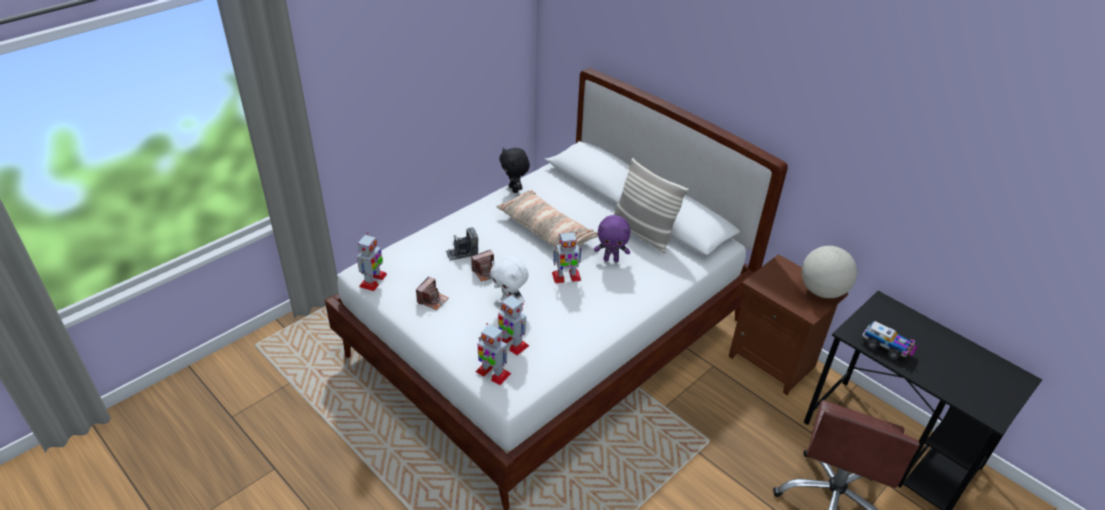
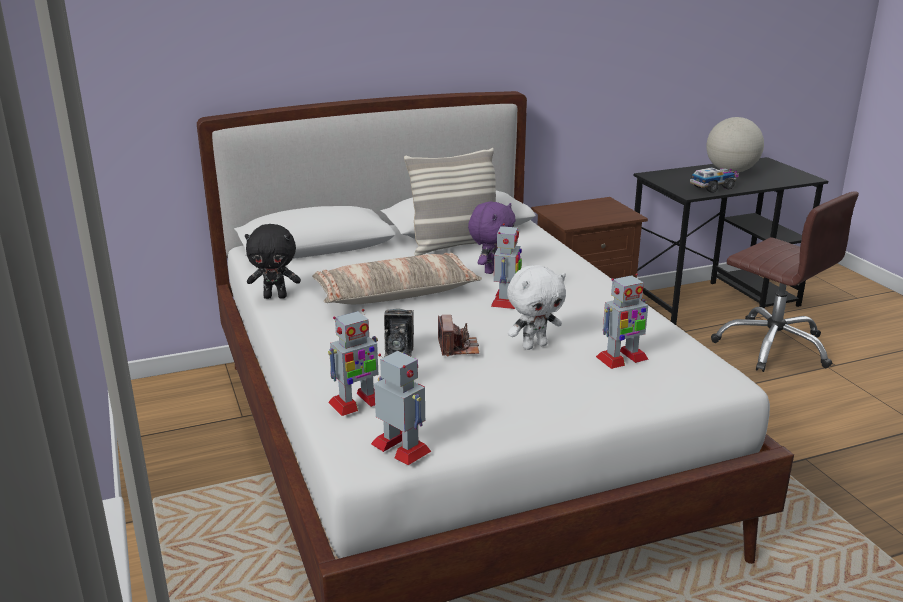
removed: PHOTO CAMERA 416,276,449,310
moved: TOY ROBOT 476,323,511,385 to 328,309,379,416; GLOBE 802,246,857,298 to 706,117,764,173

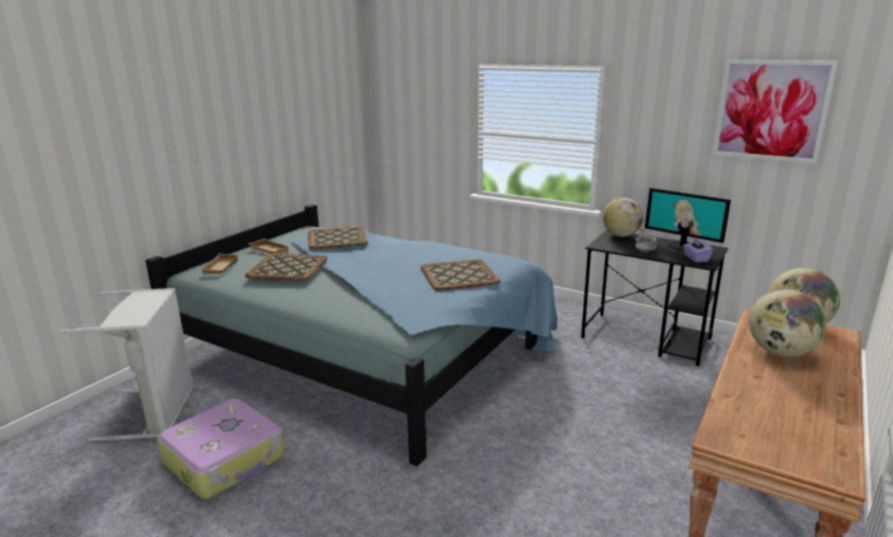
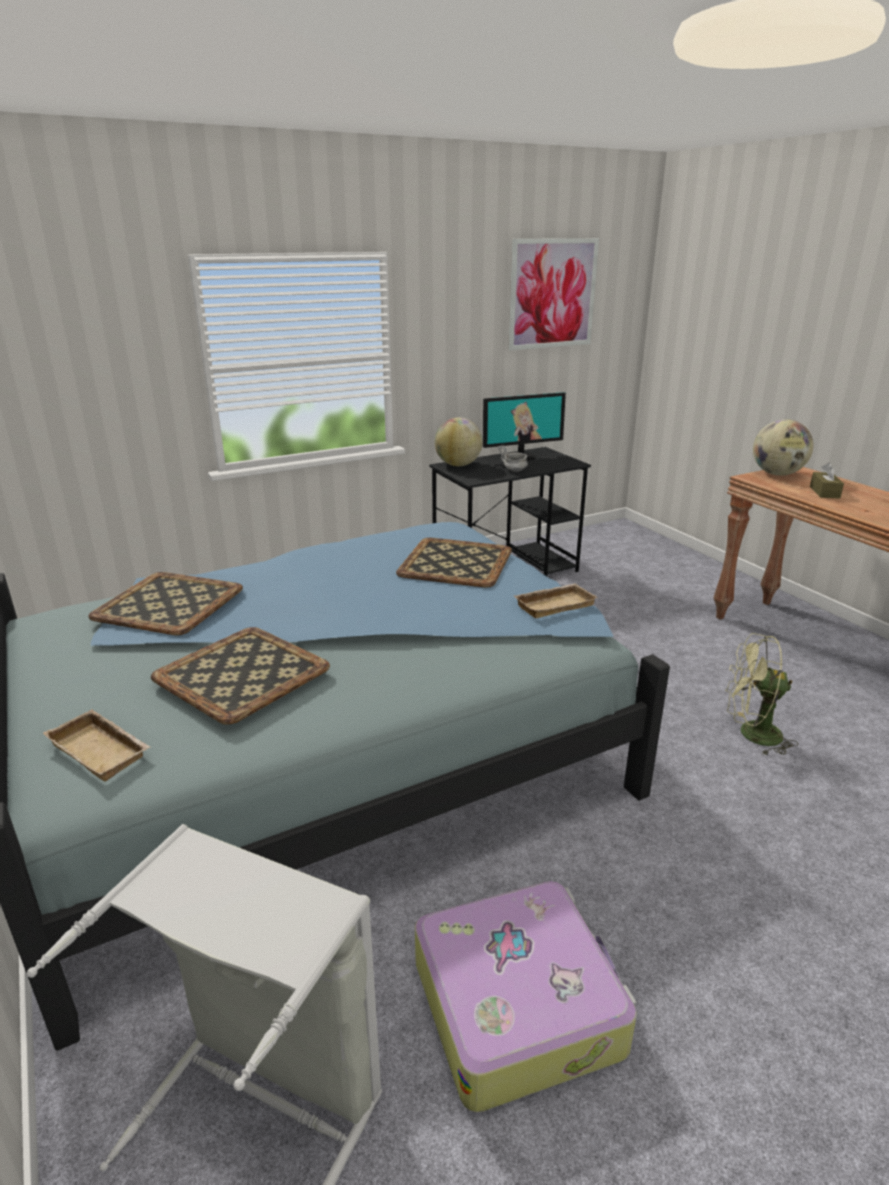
removed: PURPLE TISSUE BOX 683,238,713,263
added: GREEN FAN 726,633,798,756
moved: BEIGE TRAY 248,239,290,254 to 514,584,598,618
replaced: GLOBE 749,289,826,357 to BROWN TISSUE BOX 810,462,844,499

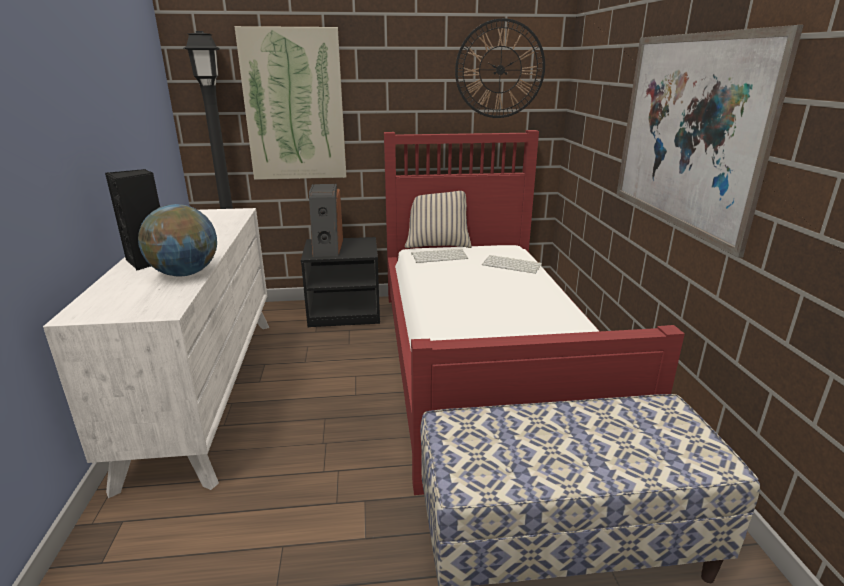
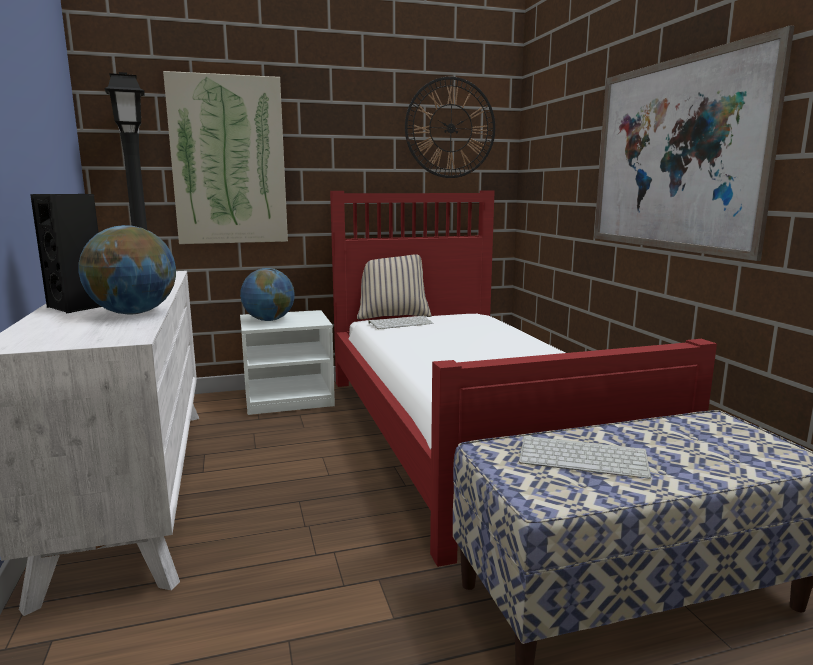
moved: KEYBOARD 482,255,542,274 to 519,435,651,479
replaced: SPEAKER 309,184,343,257 to GLOBE 240,268,295,321
recoloured: BLACK NIGHTSTAND 301,237,380,327 to WHITE NIGHTSTAND 240,310,335,415

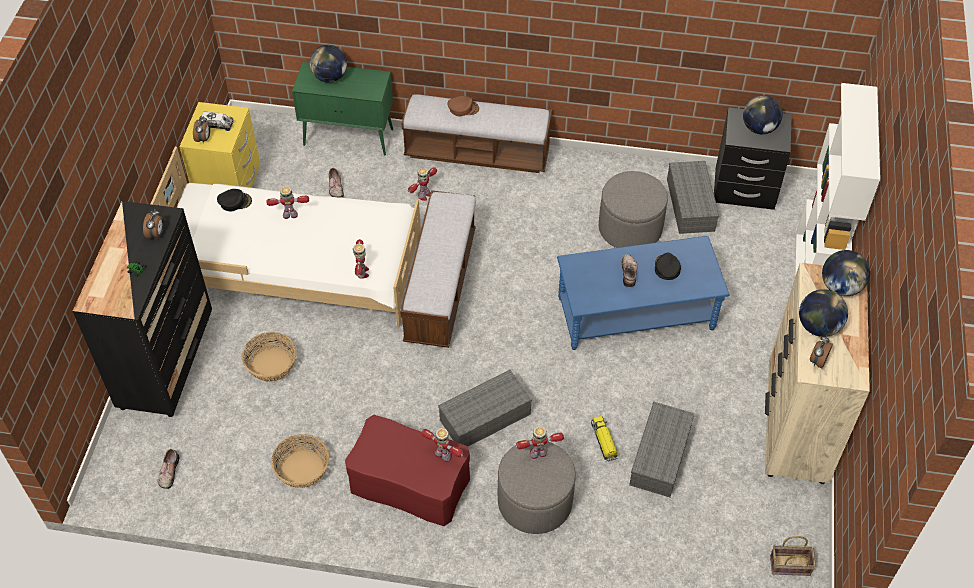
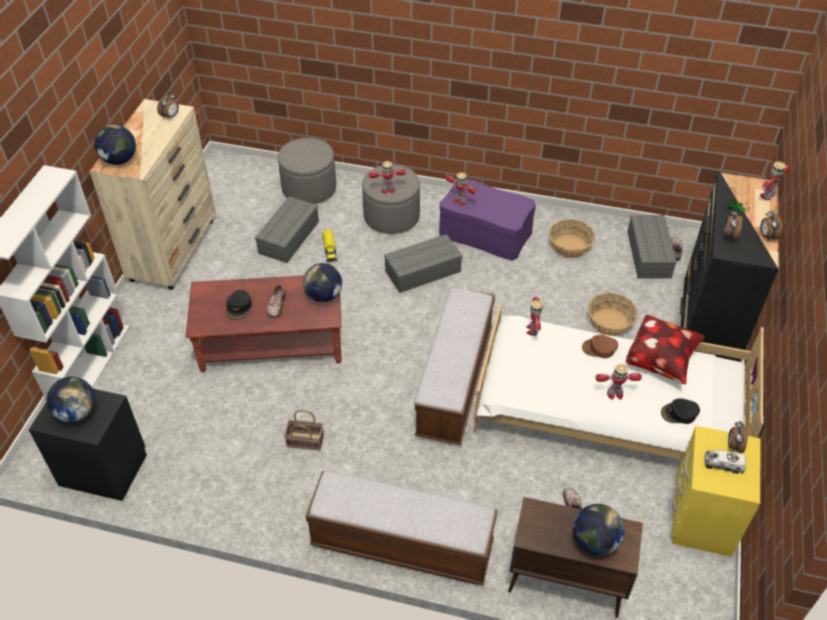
added: PILLOW 626,315,705,385; ALARM CLOCK 760,210,782,241
moved: TOY ROBOT 408,167,437,201 to 760,161,790,200; BROWN CAP 448,96,479,116 to 582,335,618,358; GREY OTTOMAN 599,171,668,248 to 278,138,336,204; GREY STORAGE BOX 667,161,719,234 to 628,215,677,279; BASKET 770,536,816,576 to 284,409,324,451; GLOBE 799,289,848,337 to 303,263,342,302
recoloured: GREEN CABINET 292,62,393,155 to BROWN CABINET 508,497,643,618; RED OTTOMAN 345,415,470,526 to PURPLE OTTOMAN 439,179,536,261; BLUE COFFEE TABLE 557,236,730,350 to BROWN COFFEE TABLE 186,275,342,372

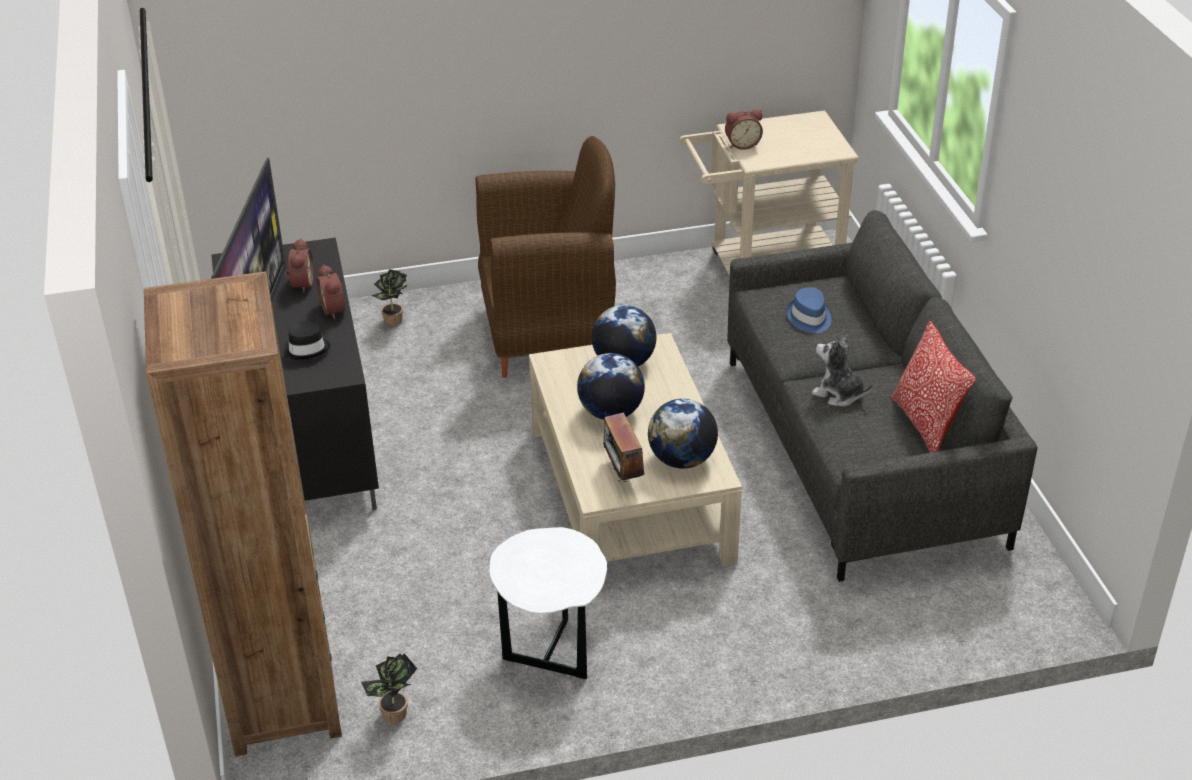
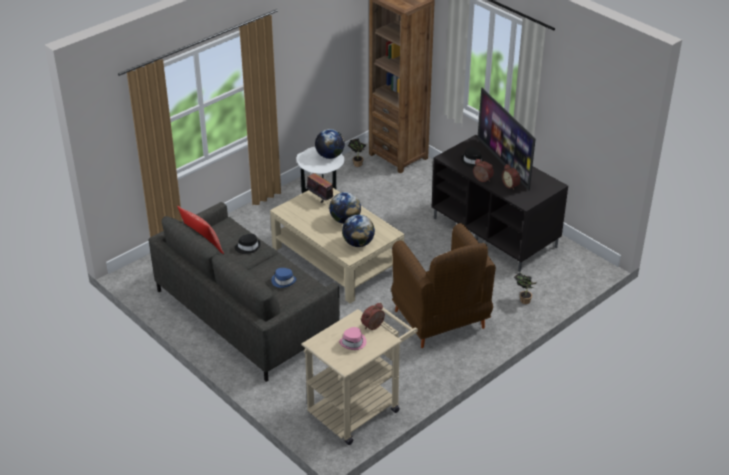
added: PINK HAT 339,327,366,350
moved: GLOBE 648,398,718,469 to 315,129,345,159
replaced: PLUSH TOY 812,335,873,407 to BLACK HAT 235,234,261,254
turned: BROWN ARMCHAIR 475,136,616,378 = 391,223,496,348 75 degrees counterclockwise

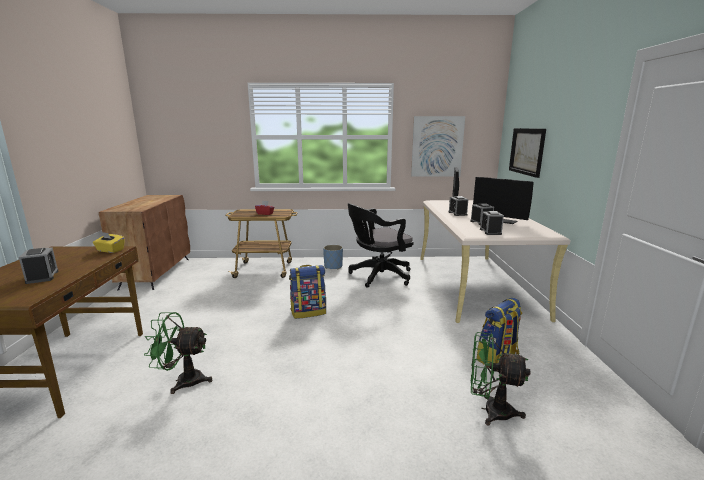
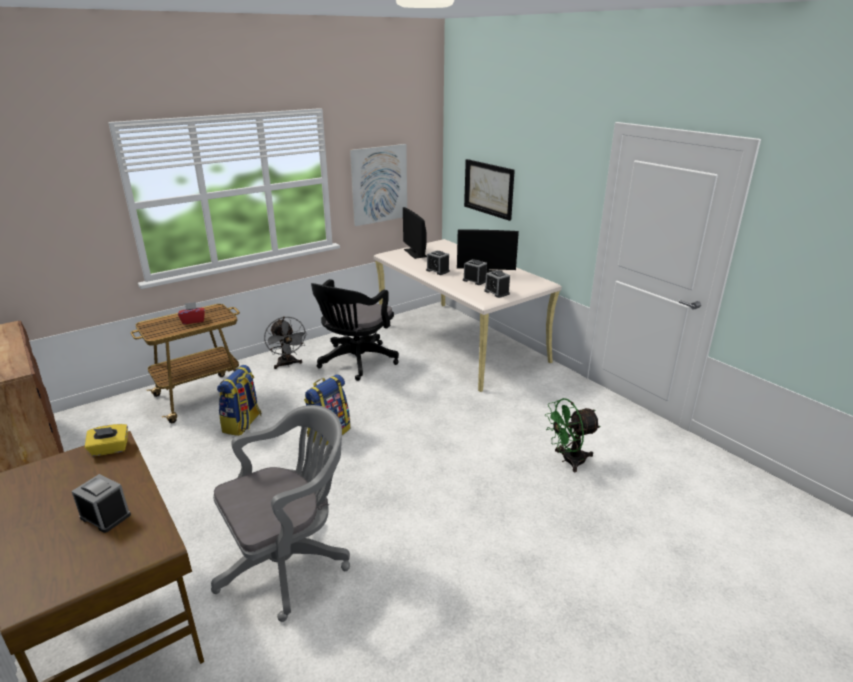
moved: BACKPACK 477,298,522,365 to 217,365,262,436
replaced: GREEN FAN 144,312,212,394 to GREY OFFICE CHAIR 211,405,350,622; BLUE PLANTER 323,245,343,269 to GREY FAN 264,317,307,369

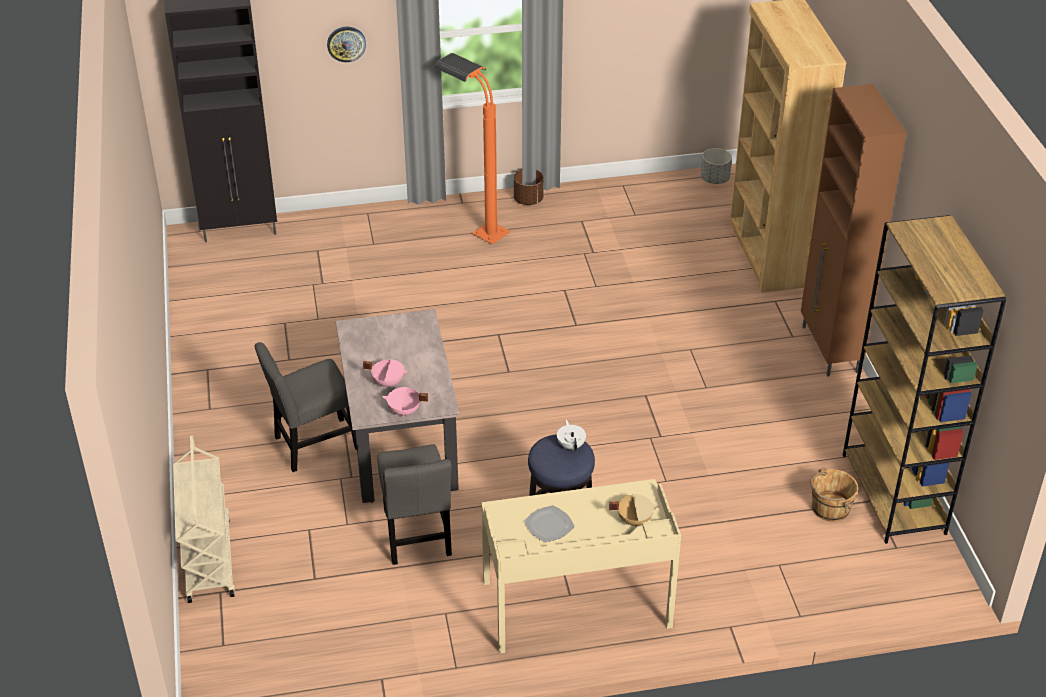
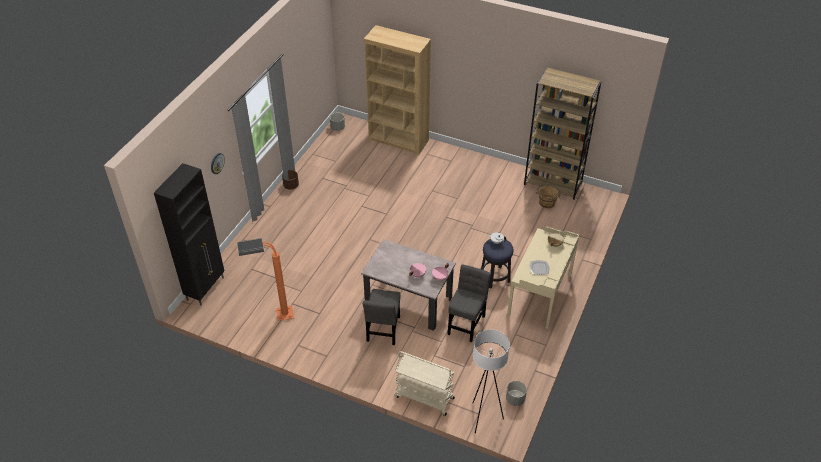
removed: BROWN CABINET 801,84,906,377
added: WHITE FLOOR LAMP 473,329,510,433; GREY PLANTER 506,381,527,406
moved: ORANGE FLOOR LAMP 435,53,511,244 to 237,238,294,321
turned: GREY CHAIR 377,444,452,565 = 447,264,491,342 90 degrees counterclockwise

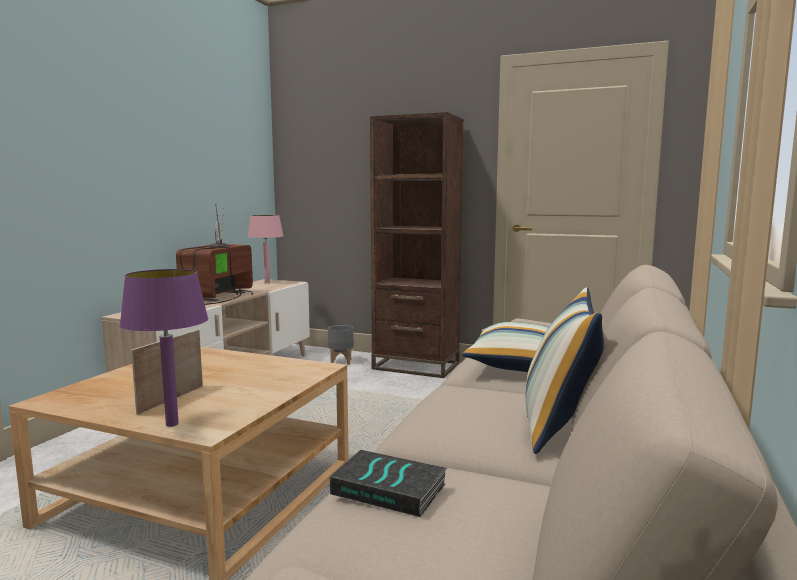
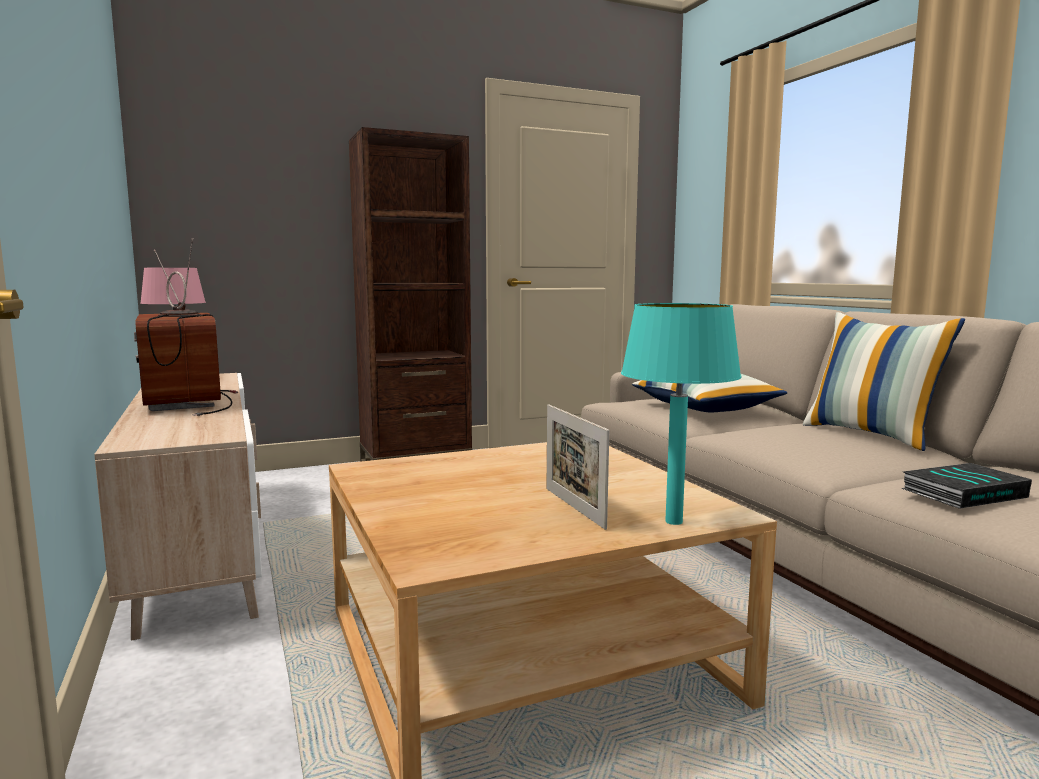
removed: GREY PLANTER 328,325,354,365
recoloured: PURPLE TABLE LAMP 119,269,209,427 to TURQUOISE TABLE LAMP 621,303,742,525

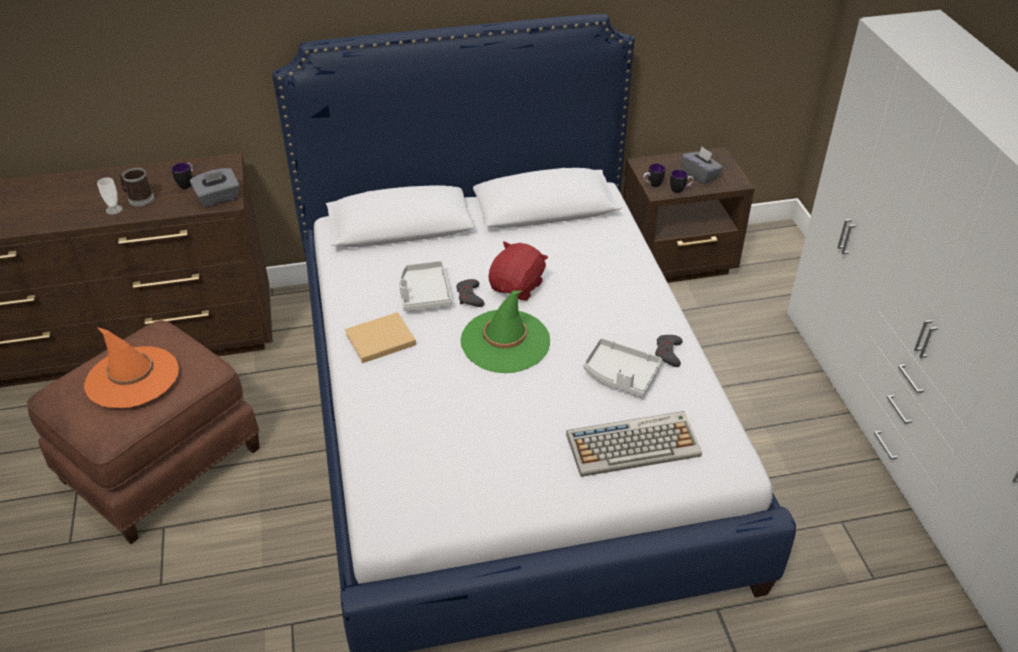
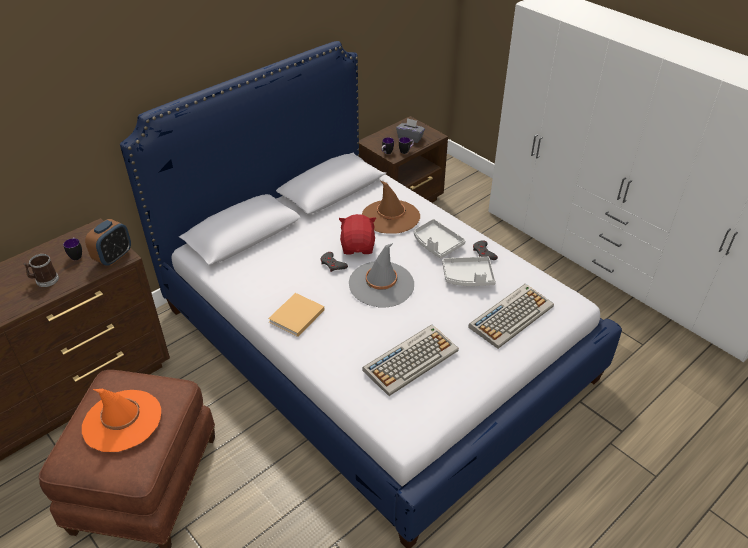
removed: CUP 97,178,122,215
added: BROWN HAT 361,181,420,234; KEYBOARD 362,324,459,396
moved: GREY TRAY 399,261,452,311 to 414,219,465,259
replaced: GREY TISSUE BOX 190,168,239,207 to ALARM CLOCK 85,219,131,266
recoloured: GREEN HAT 461,291,550,373 to GREY HAT 349,243,414,307

